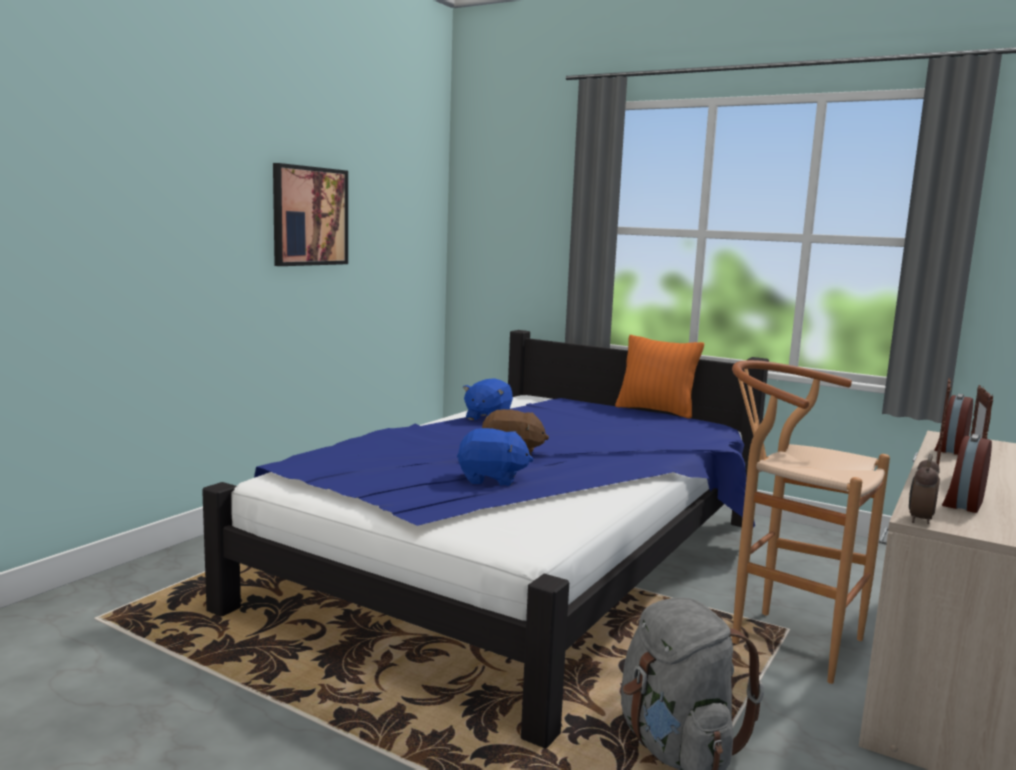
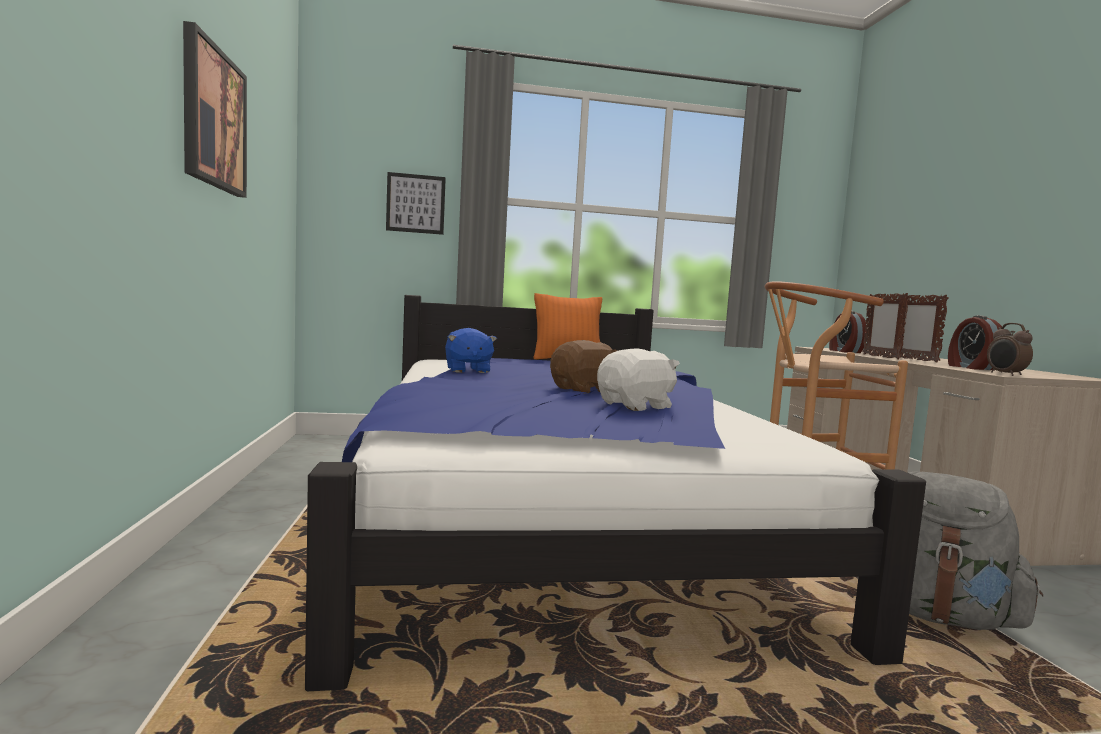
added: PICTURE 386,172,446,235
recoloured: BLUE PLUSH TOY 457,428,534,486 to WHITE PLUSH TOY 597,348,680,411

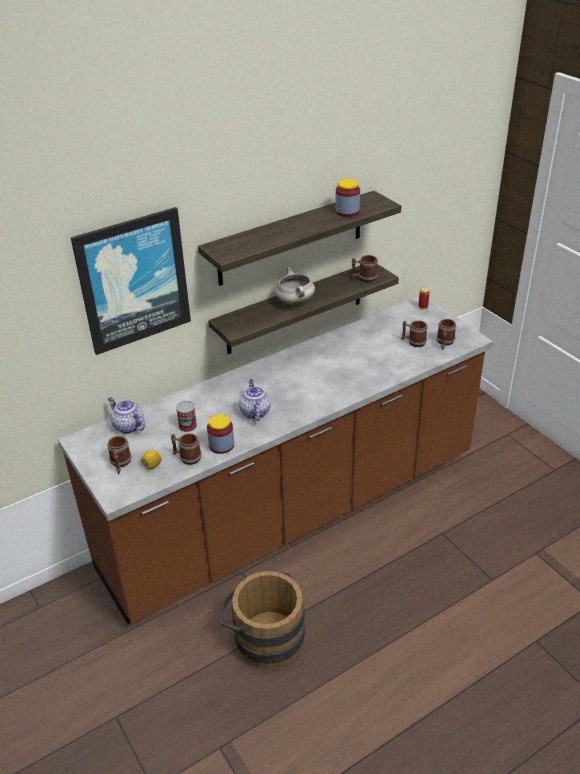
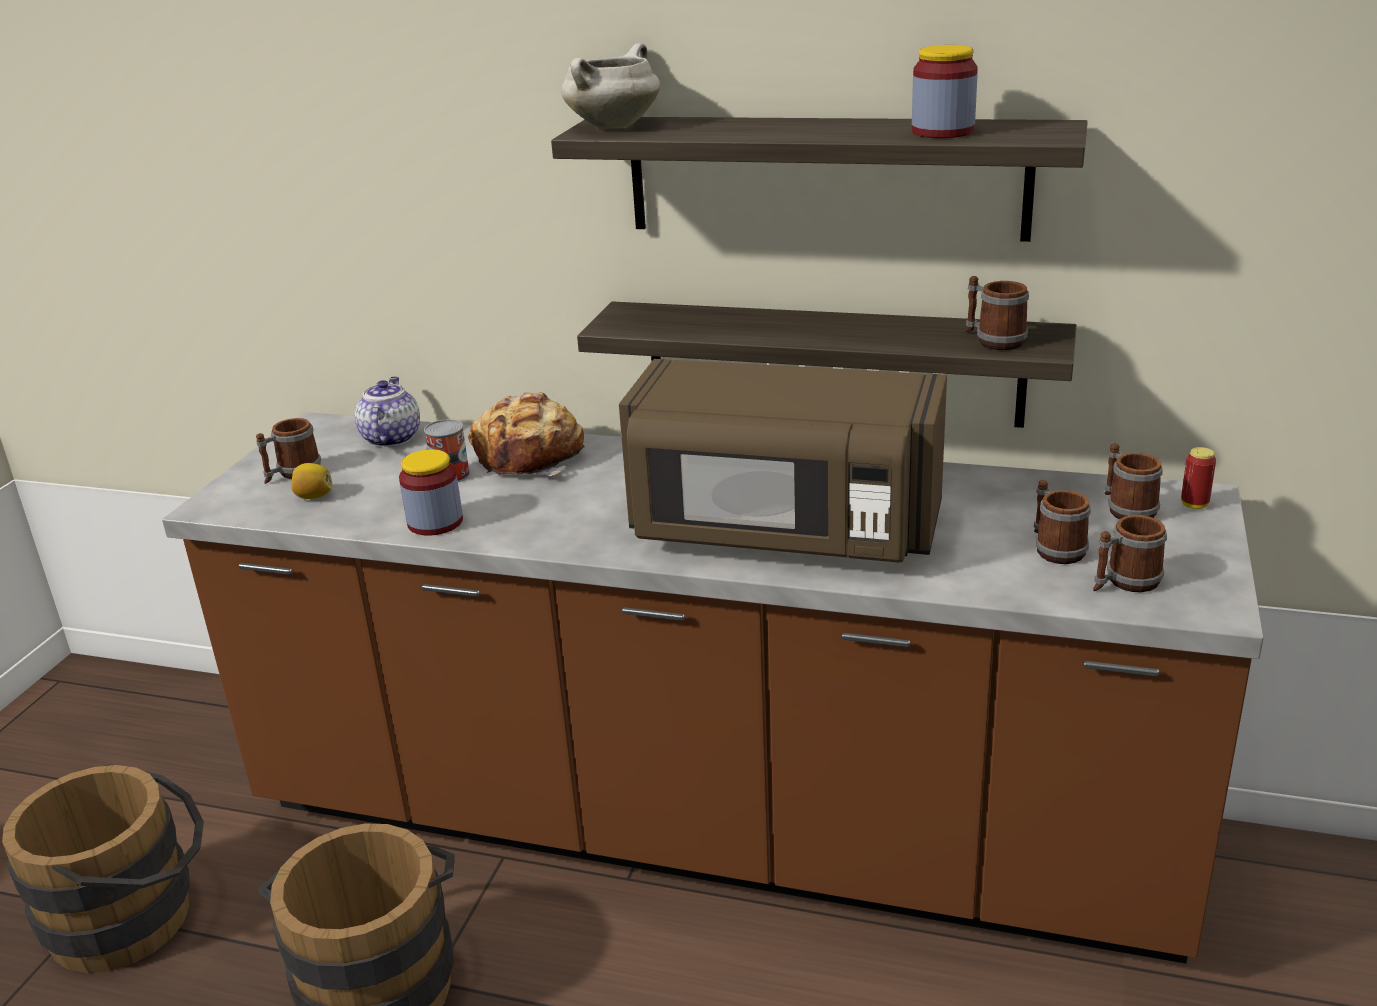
removed: PICTURE 71,207,191,355; TEAPOT 239,379,271,421
added: BROWN BUCKET 2,764,204,973; BREAD 468,392,586,476; BROWN MICROWAVE 619,359,947,563
moved: MUG 171,433,202,465 to 1104,443,1163,519; WHITE COOKING POT 275,267,315,306 to 561,43,660,128

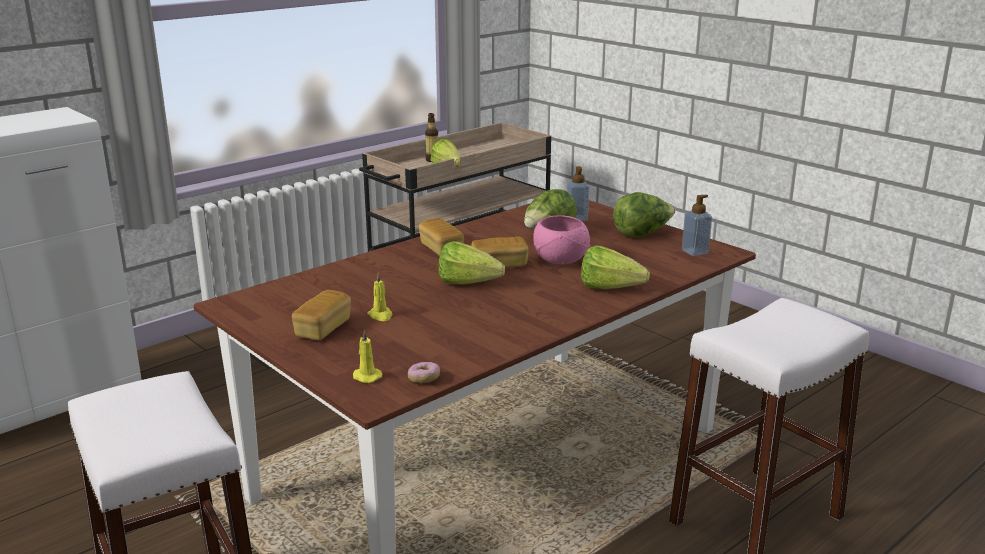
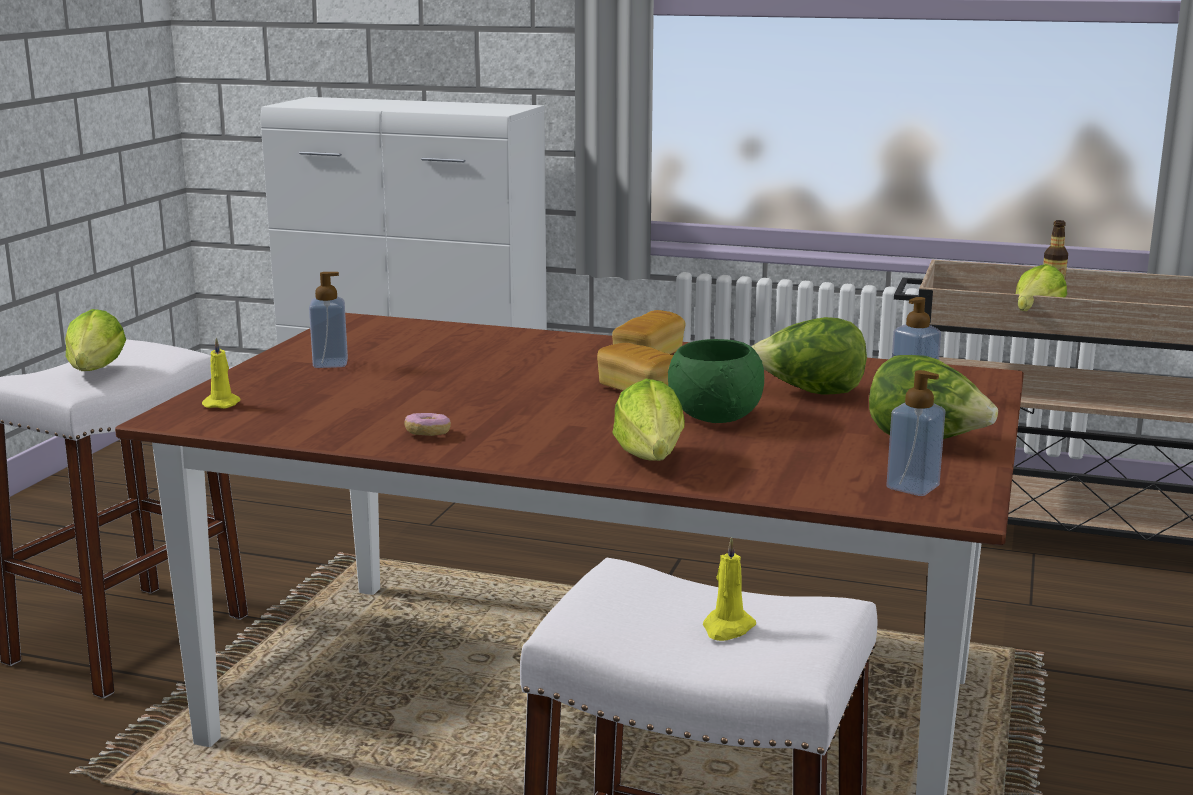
moved: YELLOW CANDLE 367,273,392,321 to 703,537,756,641; DONUT 408,362,440,383 to 404,413,451,436; LETTUCE 439,241,505,284 to 65,309,126,371
replaced: BREAD 292,290,351,340 to SOAP DISPENSER 309,272,348,368
recoloured: PINK BOWL 533,215,590,264 to GREEN BOWL 668,339,764,423

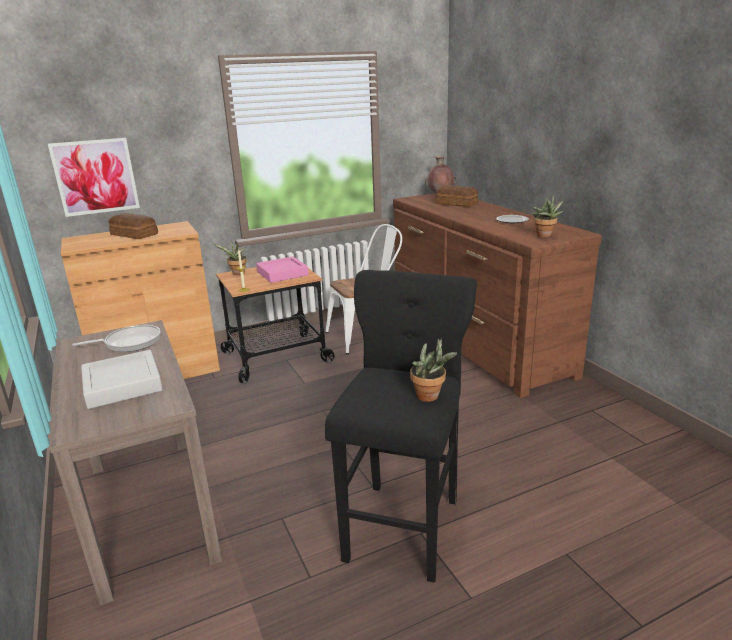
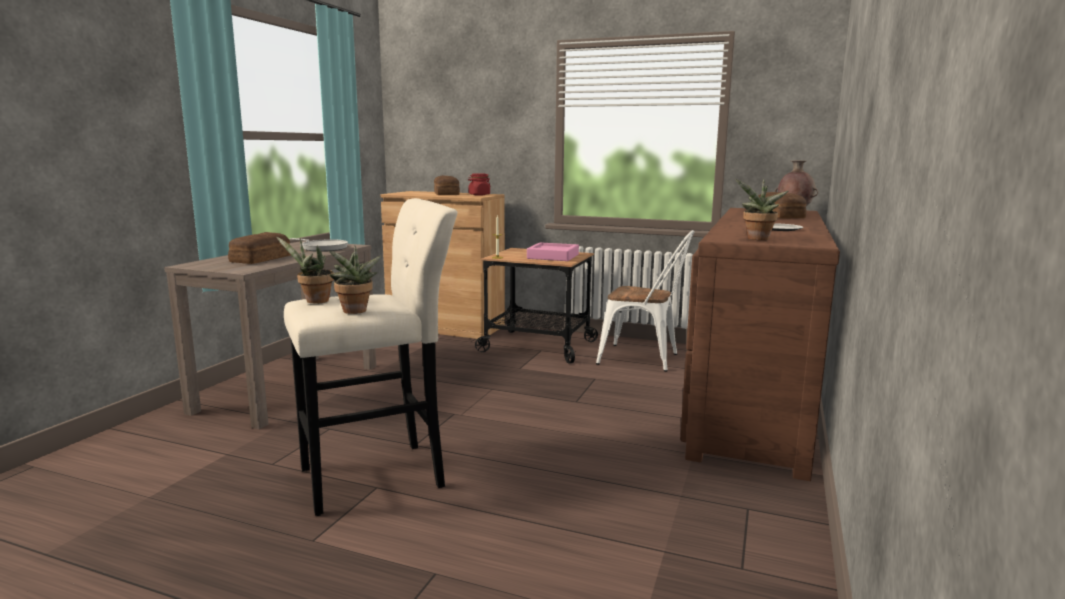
removed: PICTURE 48,138,140,217
added: RED JAR 468,173,490,195
moved: POTTED PLANT 214,241,247,275 to 277,237,334,304
replaced: GREY TRAY 81,350,163,409 to BREAD 228,232,291,264
recoloured: BLACK STOOL 325,270,477,583 to BEIGE STOOL 284,198,458,516

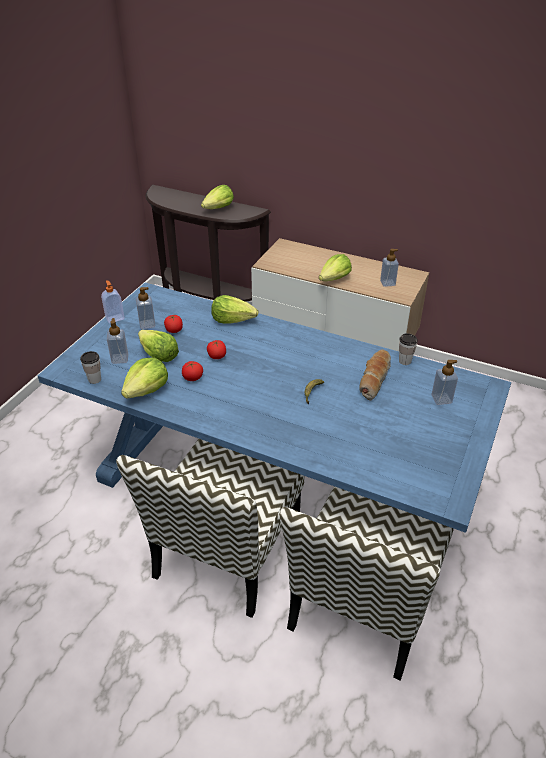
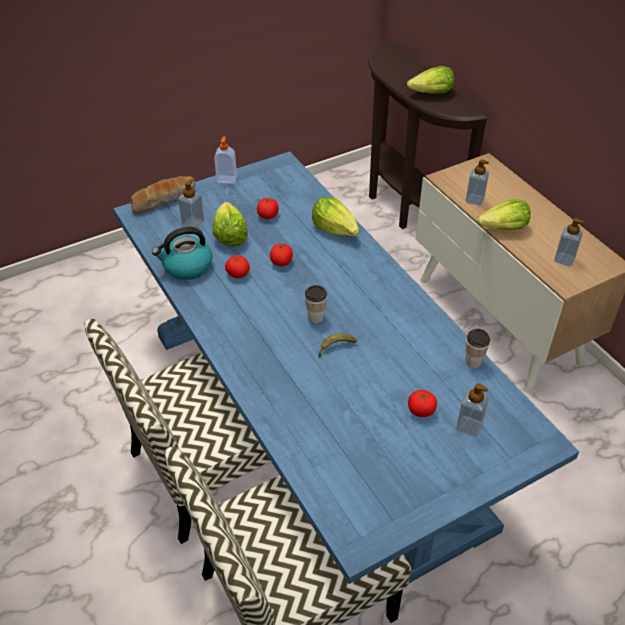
added: TOMATO 408,390,437,417
moved: CUP 80,351,101,384 to 305,285,327,323; SOAP DISPENSER 136,287,156,329 to 465,159,489,205; BREAD 359,349,391,401 to 130,176,195,214
replaced: LETTUCE 121,358,168,398 to KETTLE 152,227,212,280

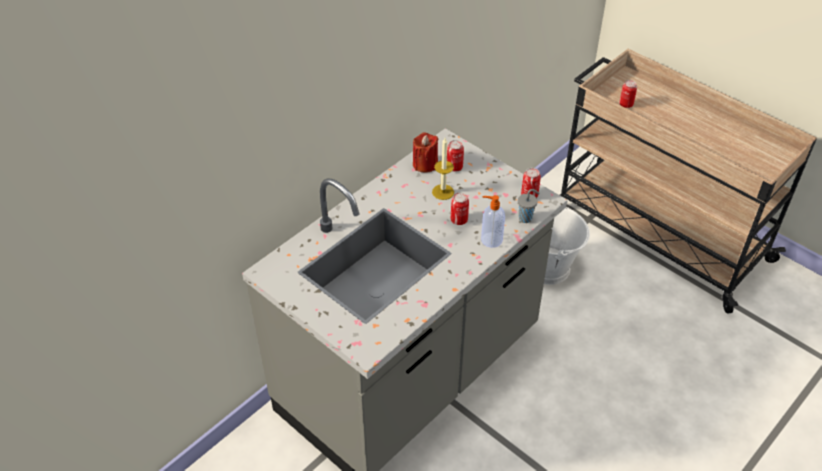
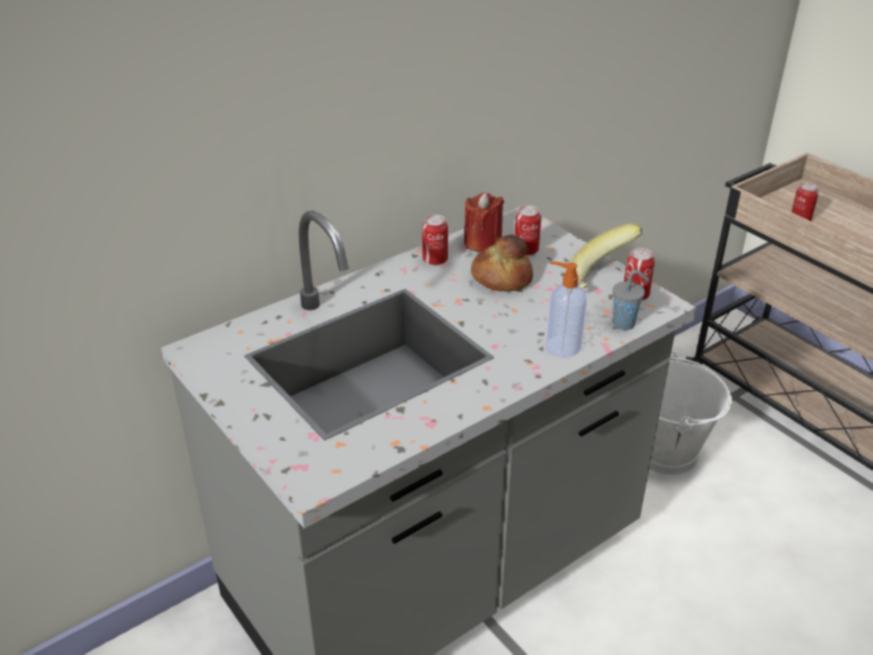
added: BANANA 566,223,642,288
moved: CAN 451,192,469,225 to 422,215,448,265
replaced: CANDLE 432,138,454,200 to BREAD 471,235,533,292

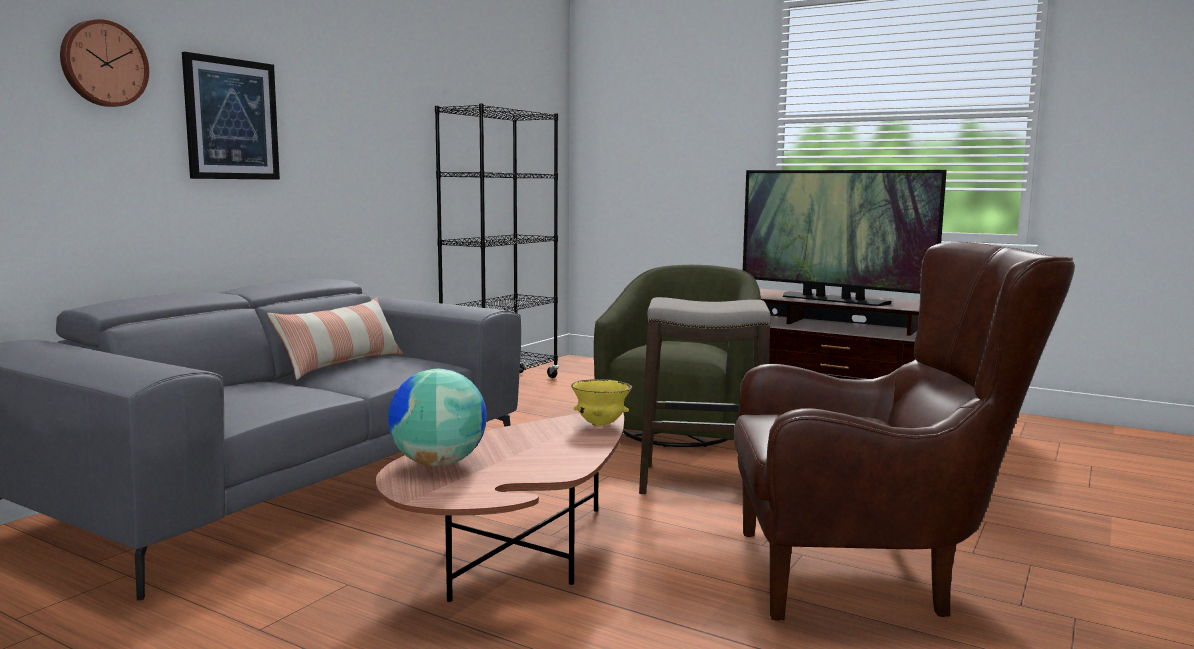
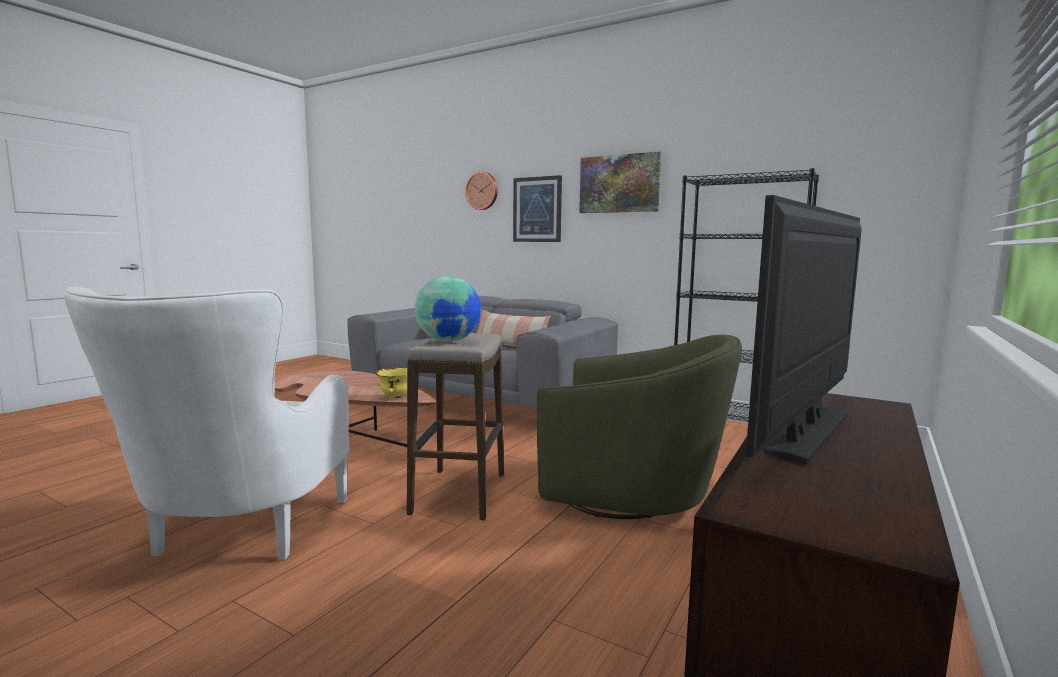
added: PICTURE 579,151,661,213
moved: GLOBE 388,369,487,466 to 414,276,481,342
recoloured: BROWN ARMCHAIR 733,242,1075,621 to WHITE ARMCHAIR 64,287,350,560

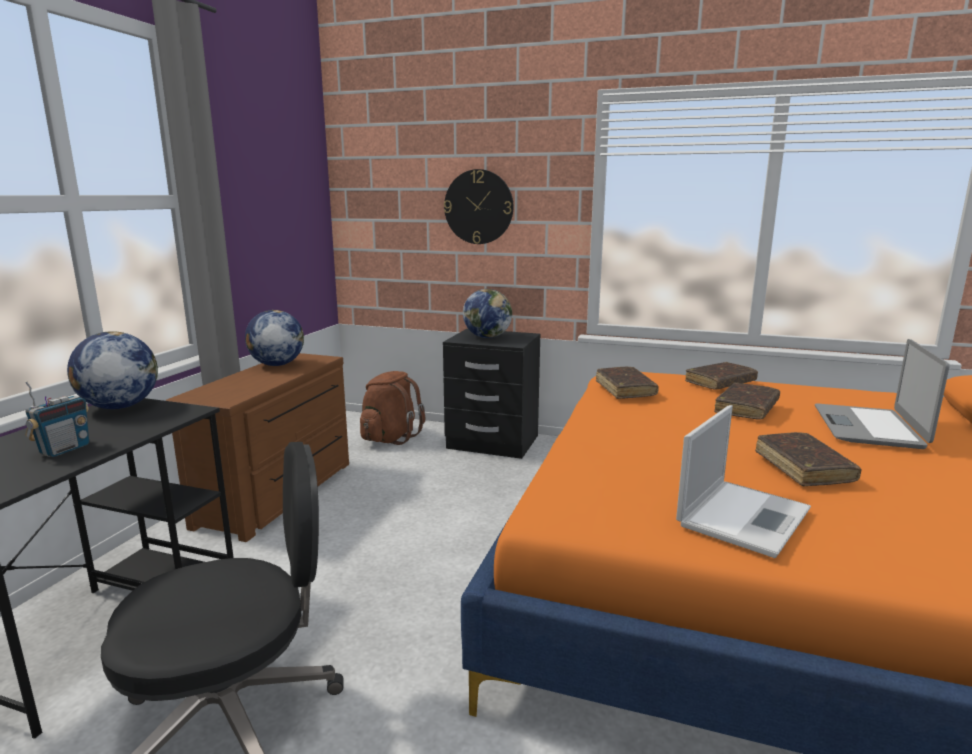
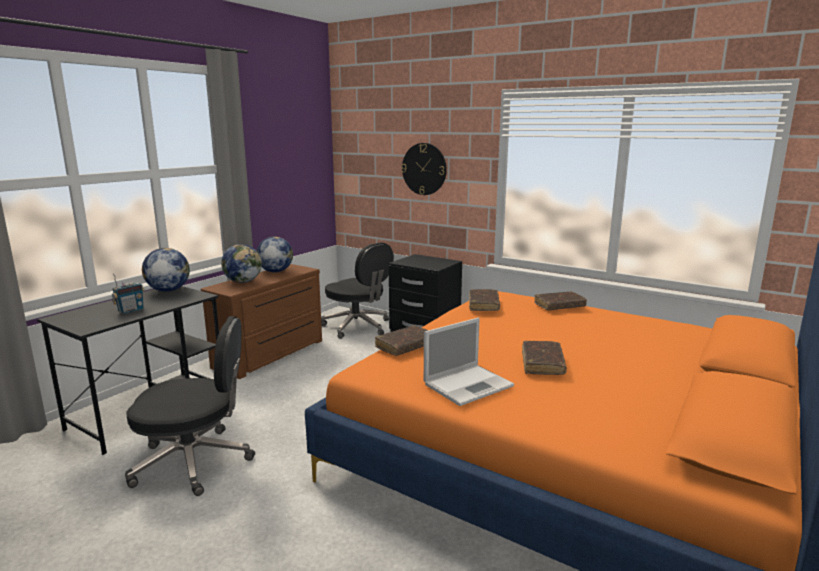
removed: LAPTOP 815,339,949,449
moved: GLOBE 463,289,512,338 to 221,244,262,283; BROWN BOOK 714,383,780,420 to 375,325,428,356
replaced: BROWN BACKPACK 360,371,425,445 to BLACK OFFICE CHAIR 321,242,394,339

